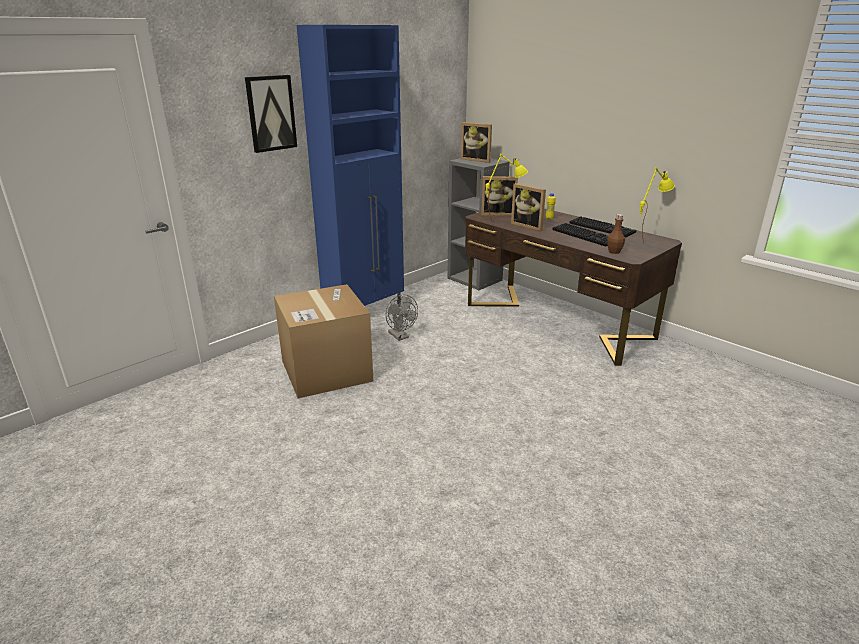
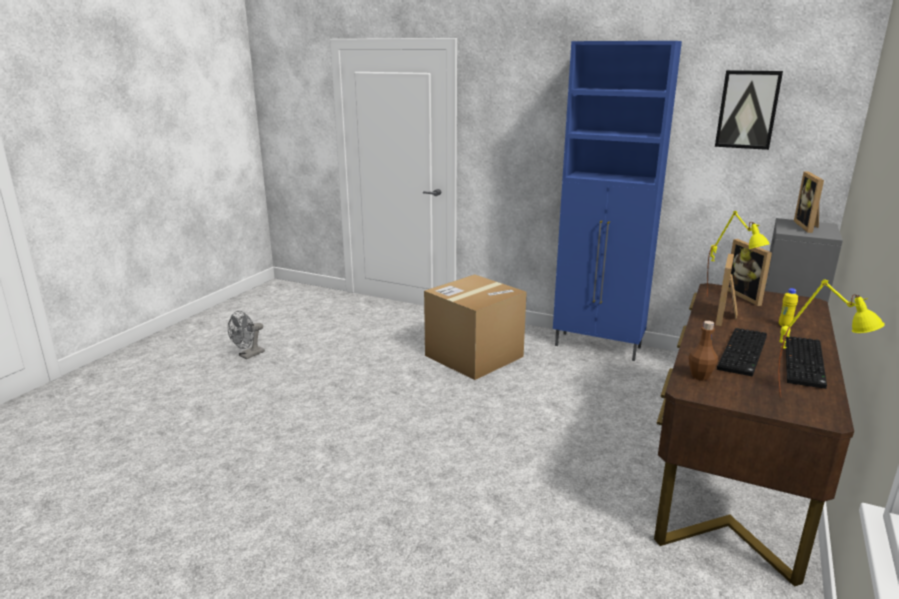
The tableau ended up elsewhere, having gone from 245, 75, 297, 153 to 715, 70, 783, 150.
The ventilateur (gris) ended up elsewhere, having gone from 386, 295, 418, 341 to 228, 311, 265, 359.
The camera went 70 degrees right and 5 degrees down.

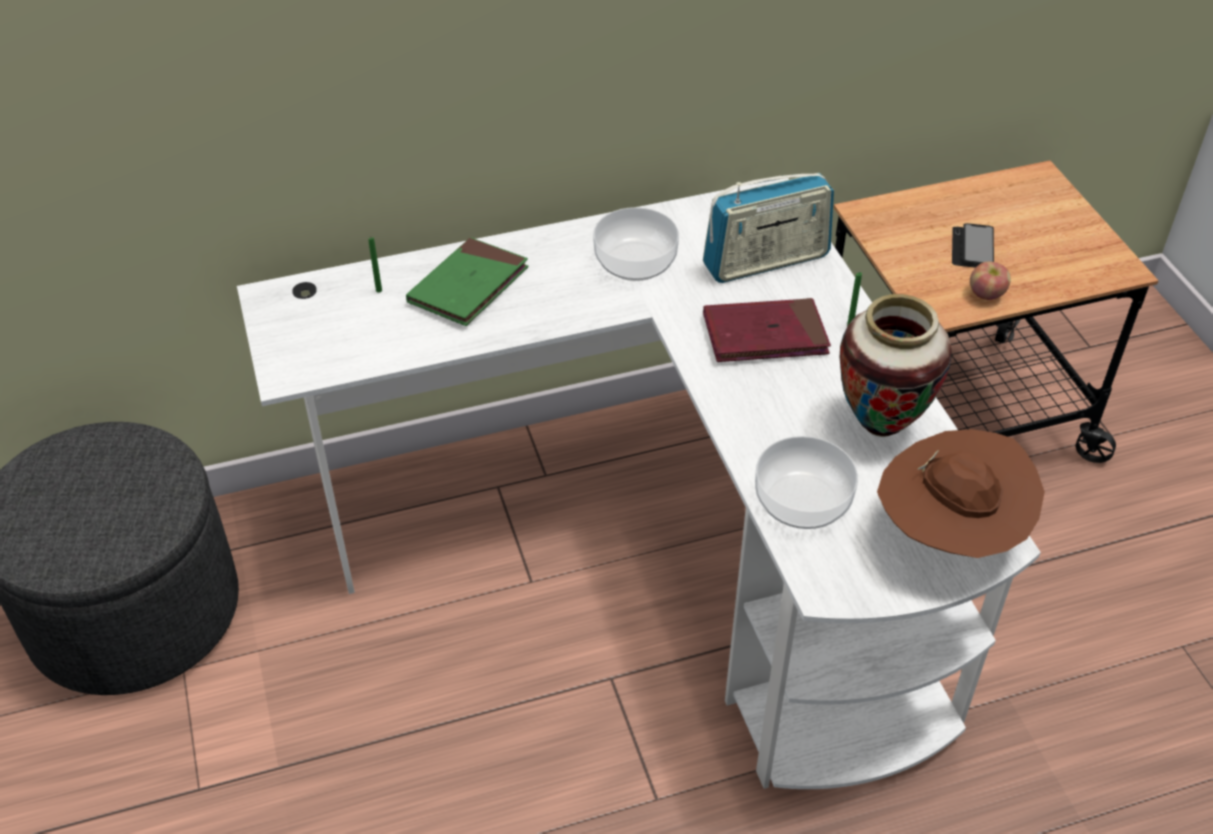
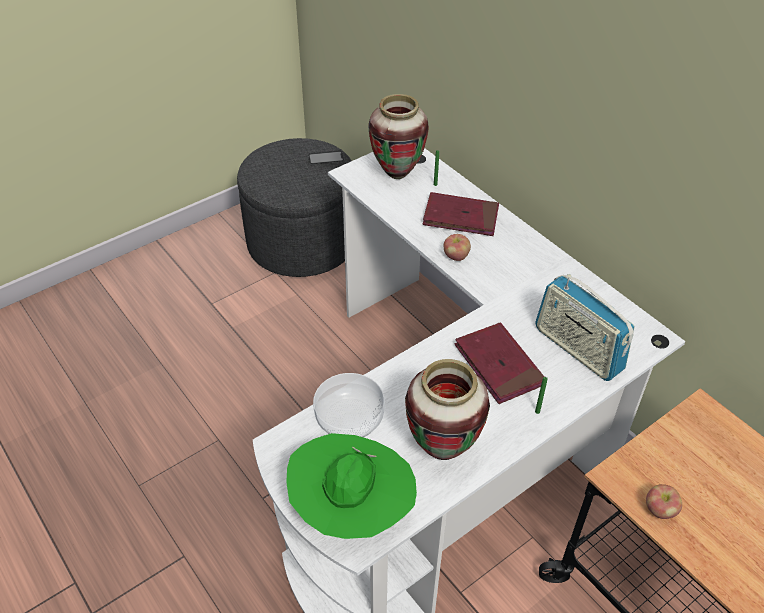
The second view lost the bol at 593, 207, 679, 281.
The second view gained the vase at 369, 94, 429, 179.
The second view gained the pomme at 444, 234, 471, 261.
The téléphone ended up elsewhere, having gone from 952, 223, 994, 268 to 308, 150, 344, 164.
What was the livre (vert) at 406, 238, 529, 326 turned into the livre (rouge) at 423, 192, 499, 236.
What was the chapeau (marron) at 877, 429, 1045, 558 turned into the chapeau (vert) at 286, 433, 417, 539.
The camera went 70 degrees right and 0 degrees up.

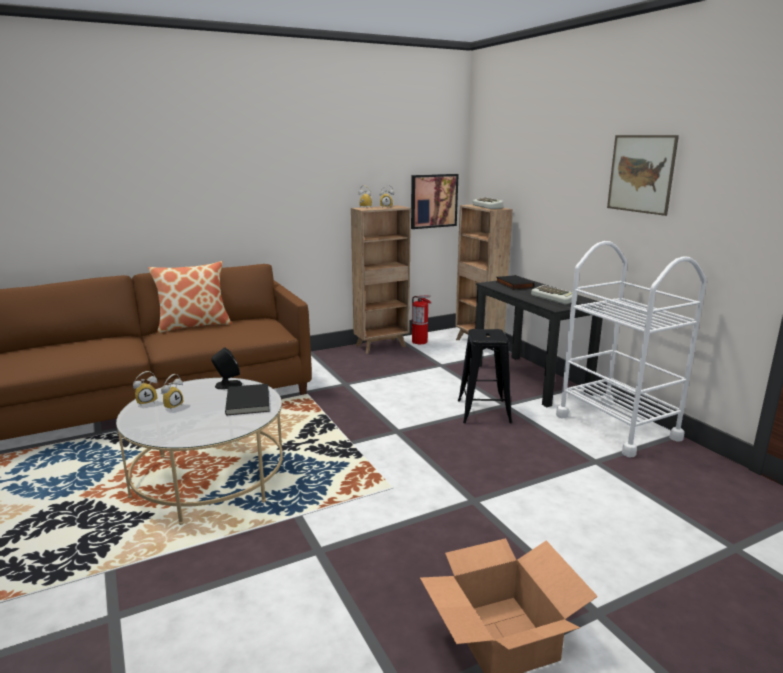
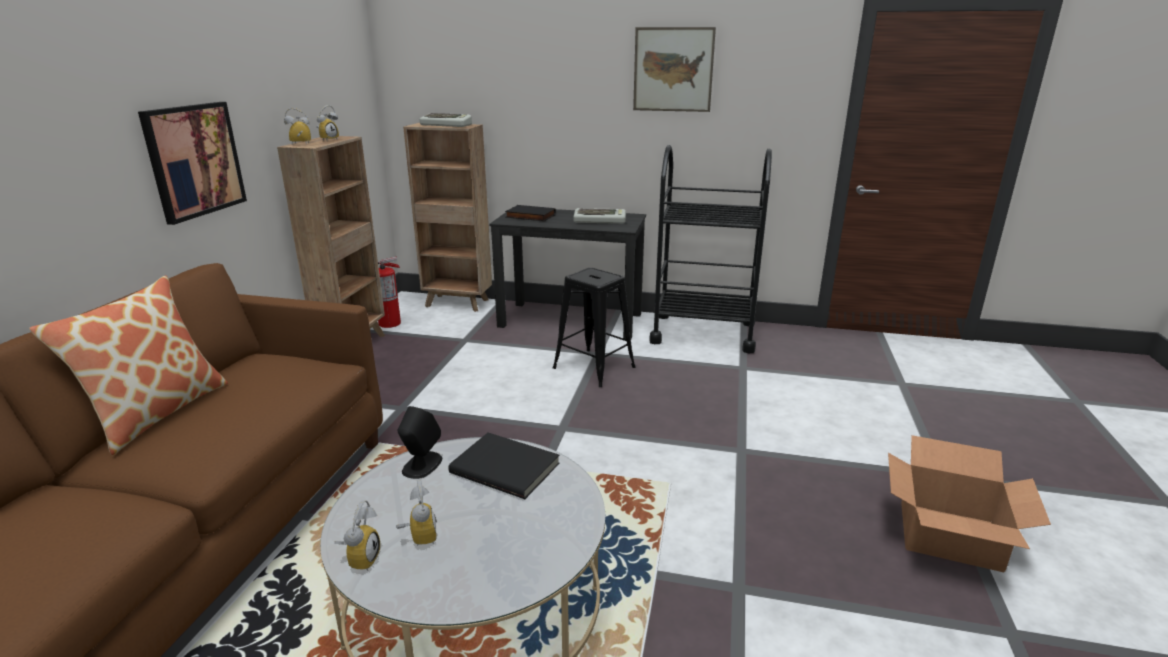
The tableau ended up elsewhere, having gone from 411, 174, 459, 229 to 138, 102, 247, 225.
What was the chariot (blanc) at 556, 241, 707, 458 turned into the chariot (noir) at 649, 145, 772, 353.
The camera went 50 degrees left and 5 degrees up.

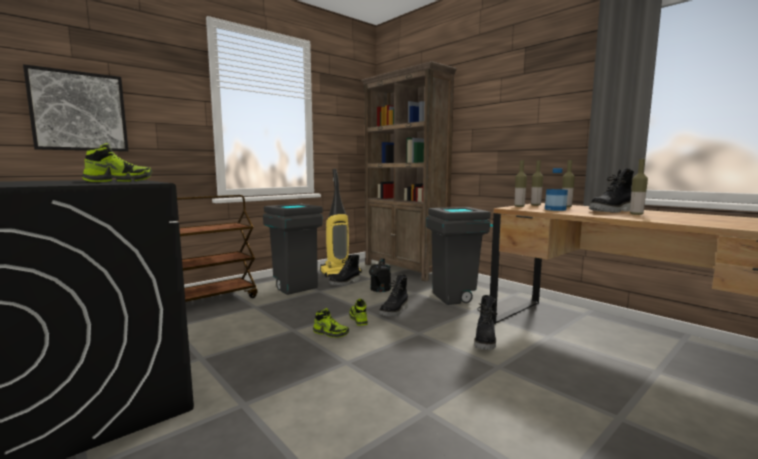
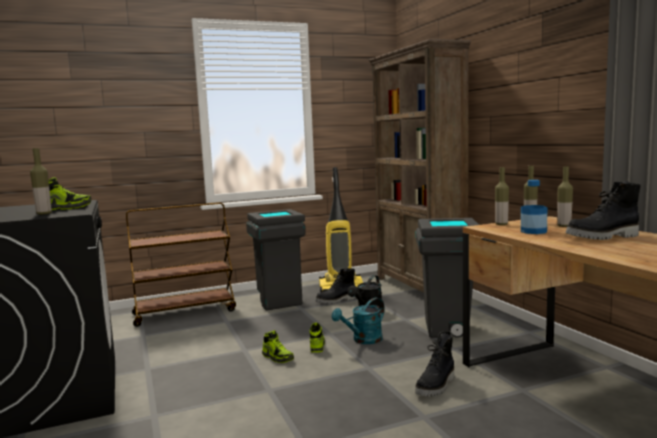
The second view lost the tableau at 23, 64, 128, 152.
The bouteille ended up elsewhere, having gone from 630, 159, 648, 215 to 30, 148, 52, 215.
Where the botte (noir) stood at 379, 275, 408, 317, the arrosoir (turquoise) came to stand at 332, 298, 385, 344.
The camera went 20 degrees right and 0 degrees up.

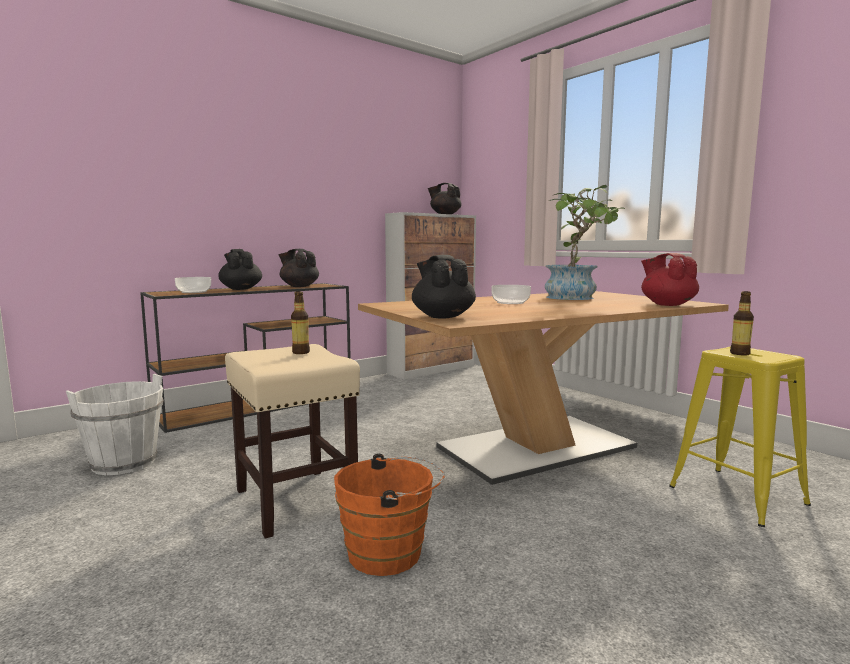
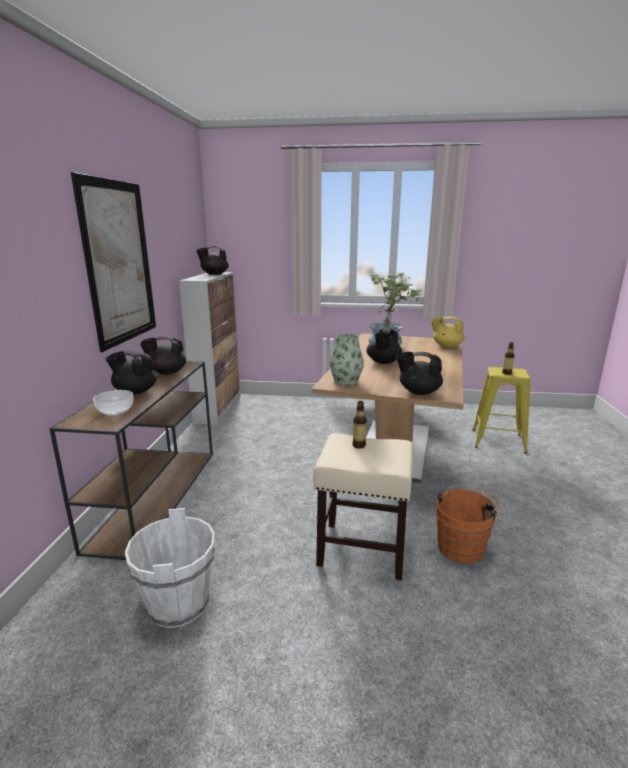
The second view gained the tableau at 71, 172, 156, 352.
The second view gained the vase at 330, 334, 364, 385.
Where the bol stood at 491, 285, 531, 304, the théière (noir) came to stand at 366, 328, 402, 364.
What was the théière (rouge) at 641, 253, 699, 306 turned into the théière (jaune) at 431, 317, 465, 348.
The camera went 45 degrees left and 10 degrees up.

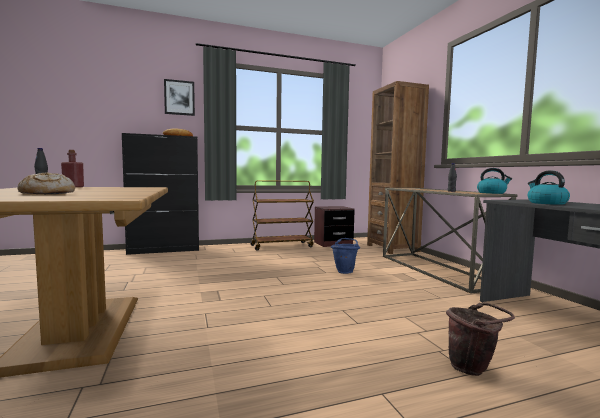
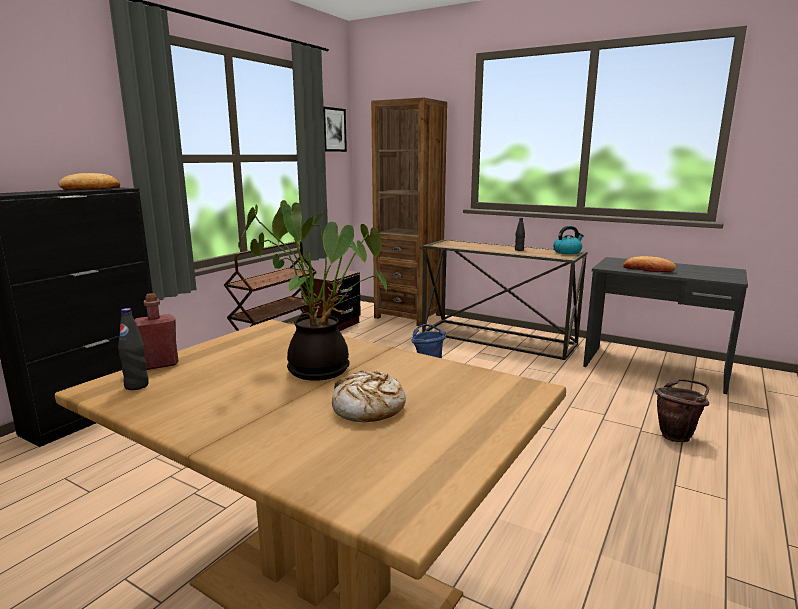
The second view gained the plante en pot at 238, 200, 387, 381.
The tableau ended up elsewhere, having gone from 164, 79, 195, 116 to 323, 106, 347, 152.
Where the bouilloire stood at 528, 171, 570, 205, the pain came to stand at 623, 256, 676, 272.
The camera went 40 degrees left and 10 degrees up.

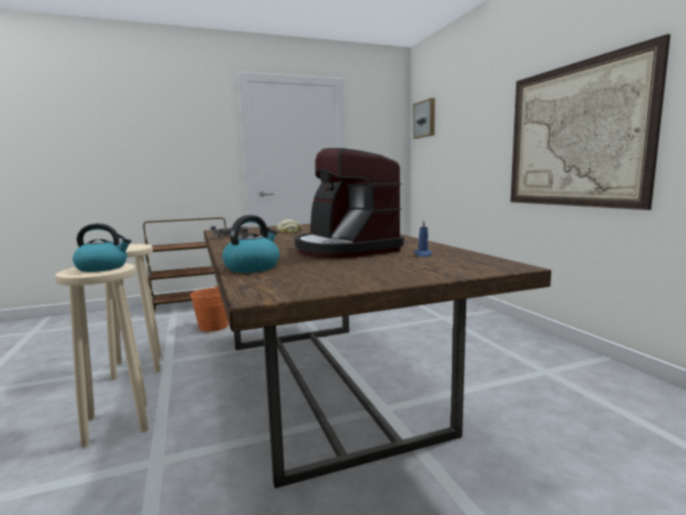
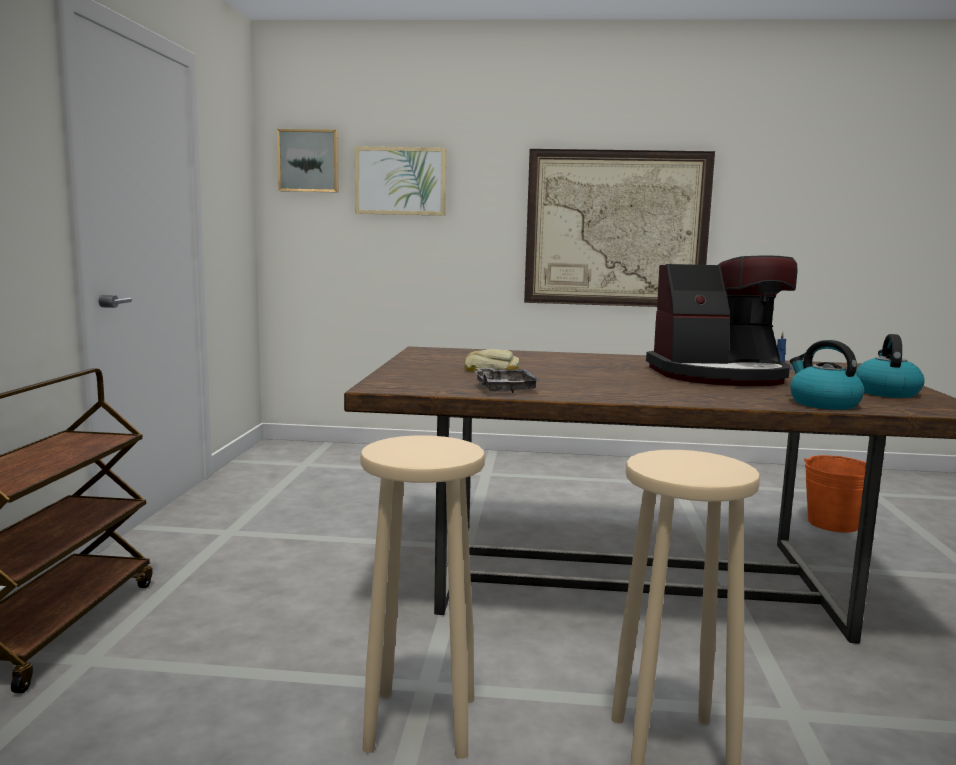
The second view gained the tableau at 355, 146, 446, 216.
The bouilloire ended up elsewhere, having gone from 73, 223, 131, 272 to 855, 334, 925, 398.
The seau (orange) ended up elsewhere, having gone from 190, 285, 228, 332 to 804, 455, 866, 533.
The camera went 65 degrees left and 0 degrees up.

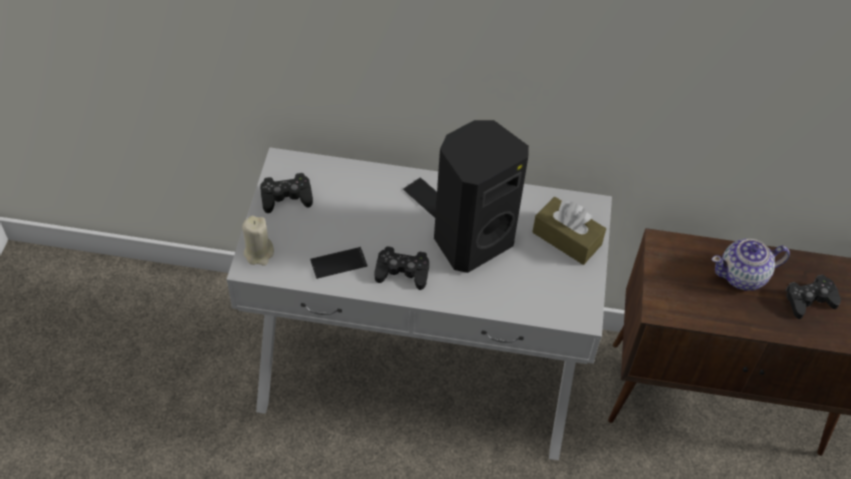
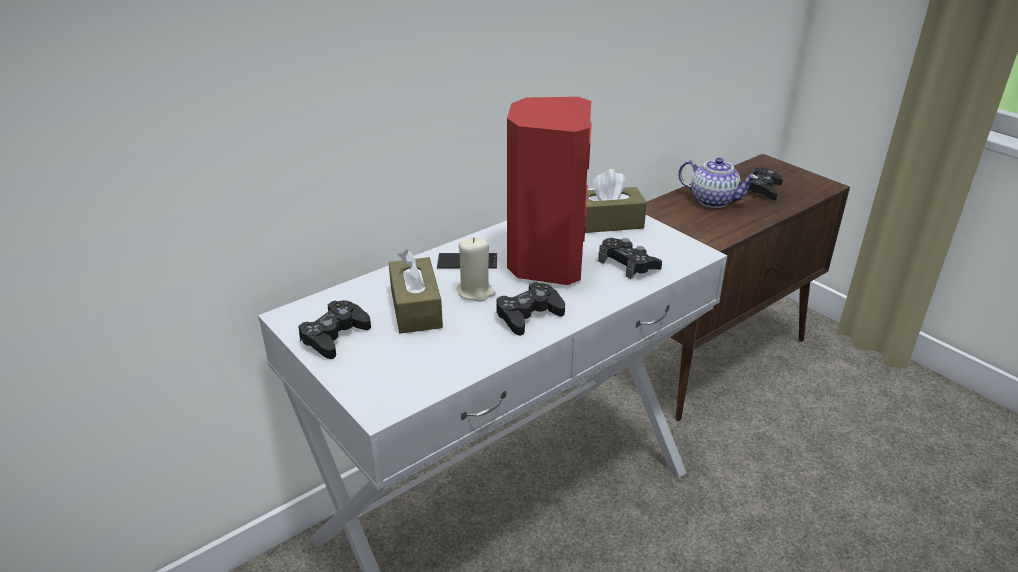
The second view lost the téléphone at 310, 247, 368, 279.
The second view gained the boîte à mouchoirs (marron) at 389, 249, 443, 334.
The second view gained the manette (noir) at 598, 238, 662, 279.
The bougie (beige) ended up elsewhere, having gone from 242, 216, 274, 266 to 457, 237, 496, 302.
What was the enceinte (noir) at 434, 120, 529, 273 turned into the enceinte (rouge) at 507, 97, 592, 285.
The théière at 712, 239, 790, 291 ended up facing another way, 90 degrees counterclockwise from before.
The camera went 45 degrees left and 20 degrees down.

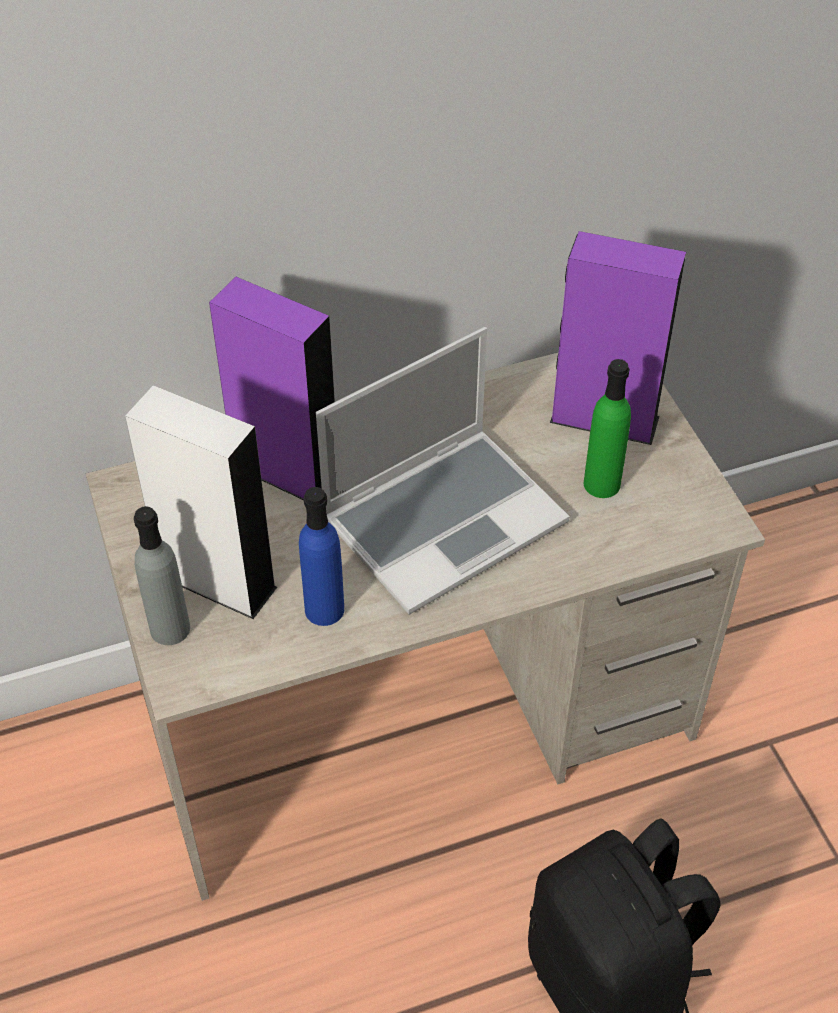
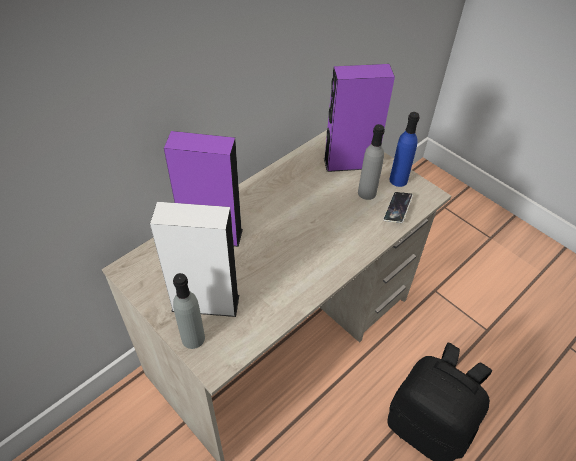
The second view lost the ordinateur portable at 316, 327, 570, 615.
The second view gained the téléphone at 383, 192, 413, 223.
The bouteille (bleu) ended up elsewhere, having gone from 299, 487, 344, 626 to 389, 112, 420, 187.
What was the bouteille (vert) at 584, 359, 631, 498 turned into the bouteille (gris) at 358, 124, 385, 200.
The camera went 25 degrees left and 0 degrees up.

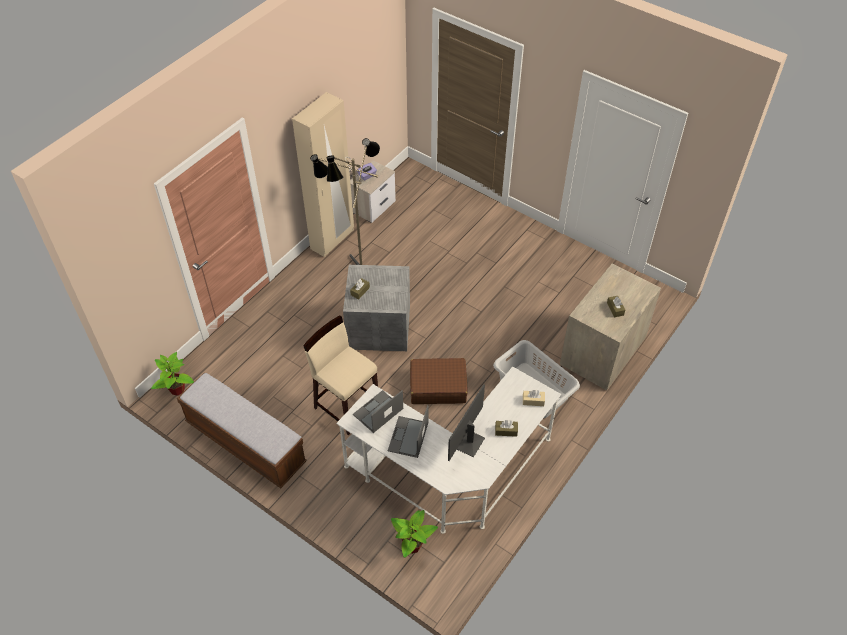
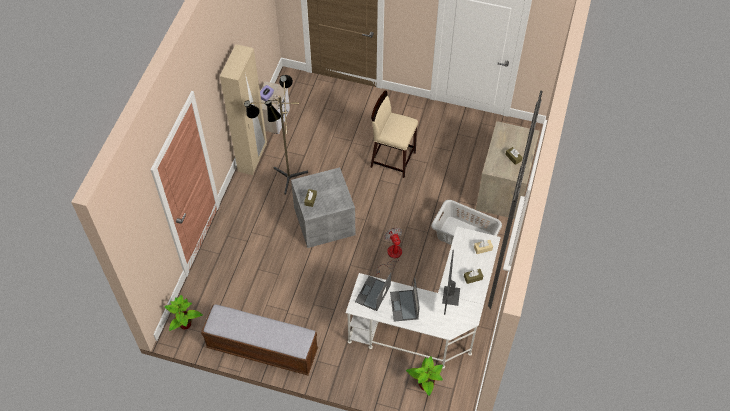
The tabouret (beige) ended up elsewhere, having gone from 303, 315, 378, 435 to 371, 91, 418, 178.
Where the valise (marron) stood at 410, 358, 467, 404, the ventilateur came to stand at 376, 228, 402, 275.
The camera went 20 degrees left and 5 degrees up.

